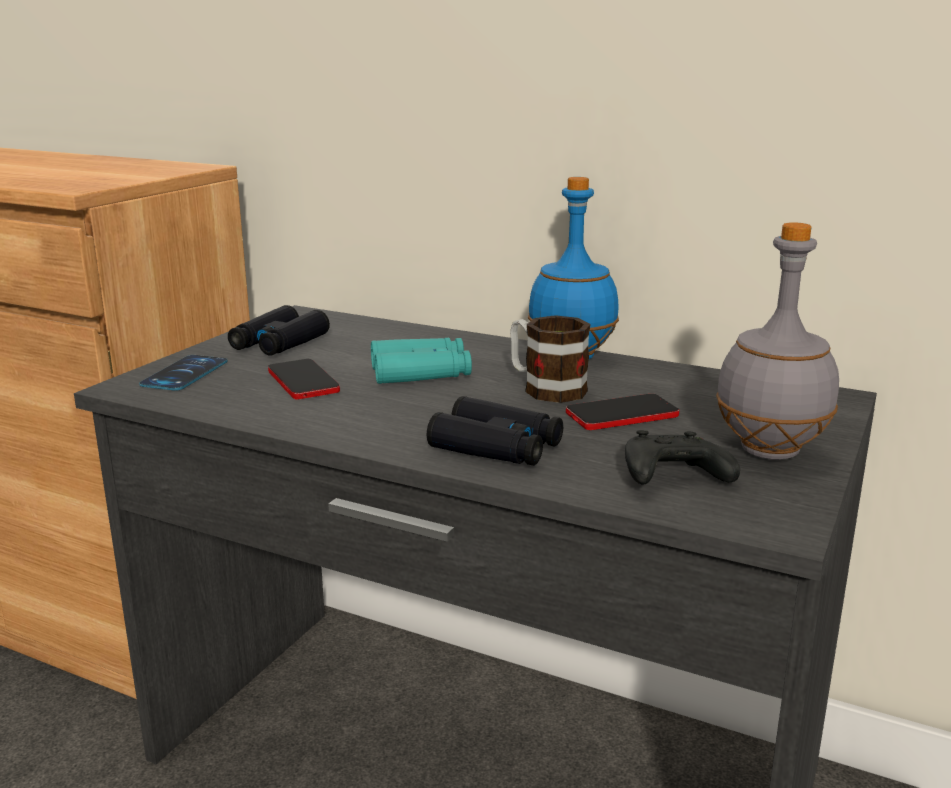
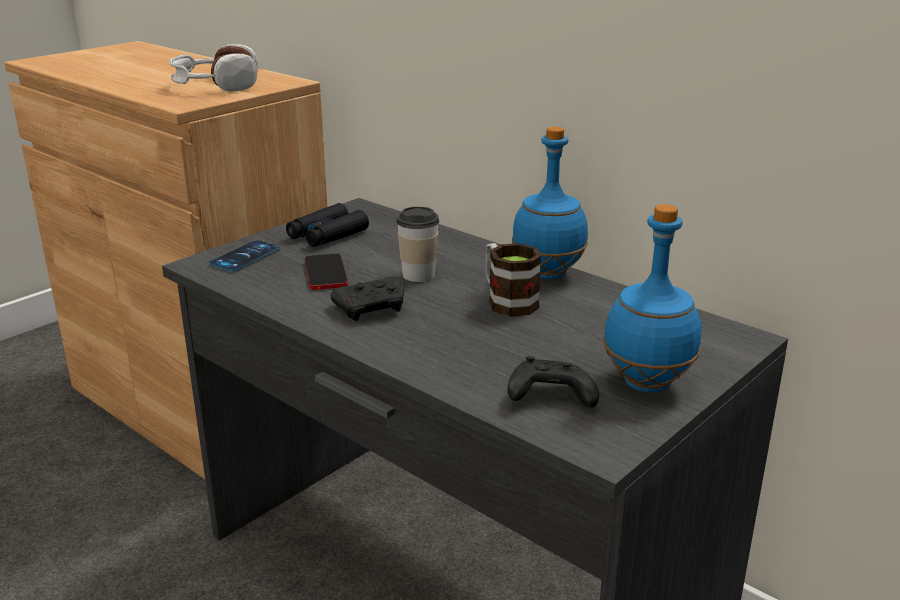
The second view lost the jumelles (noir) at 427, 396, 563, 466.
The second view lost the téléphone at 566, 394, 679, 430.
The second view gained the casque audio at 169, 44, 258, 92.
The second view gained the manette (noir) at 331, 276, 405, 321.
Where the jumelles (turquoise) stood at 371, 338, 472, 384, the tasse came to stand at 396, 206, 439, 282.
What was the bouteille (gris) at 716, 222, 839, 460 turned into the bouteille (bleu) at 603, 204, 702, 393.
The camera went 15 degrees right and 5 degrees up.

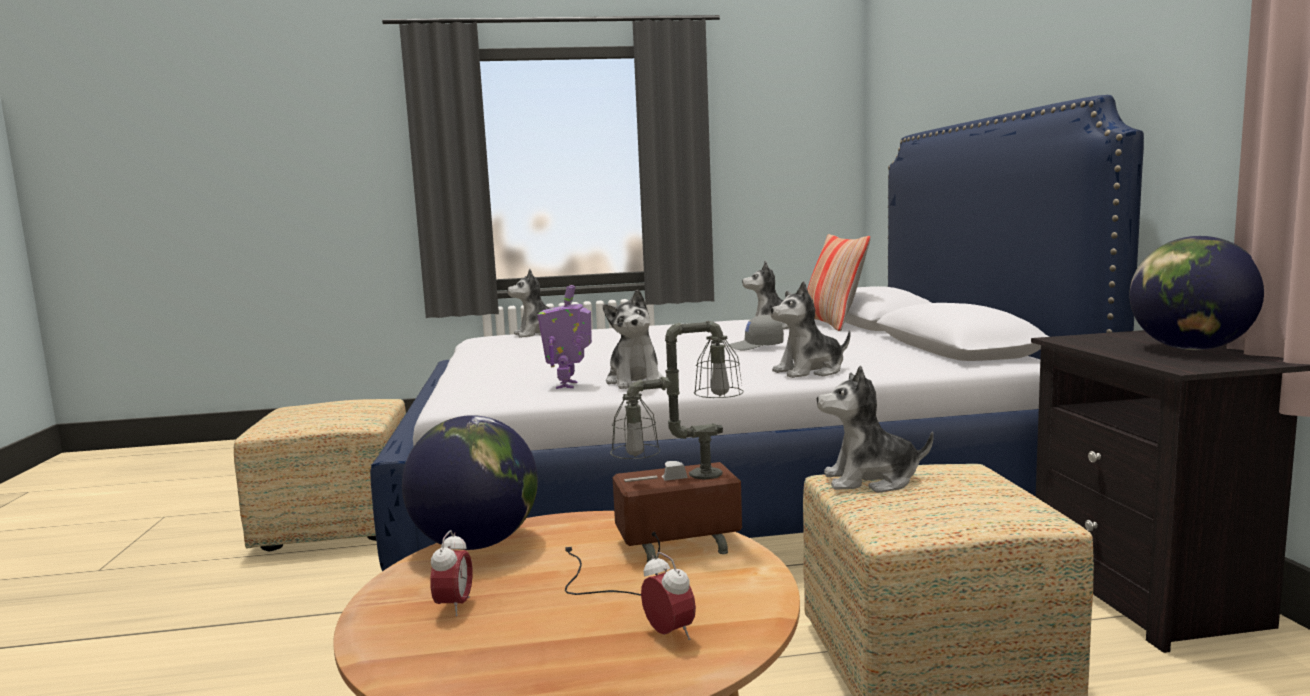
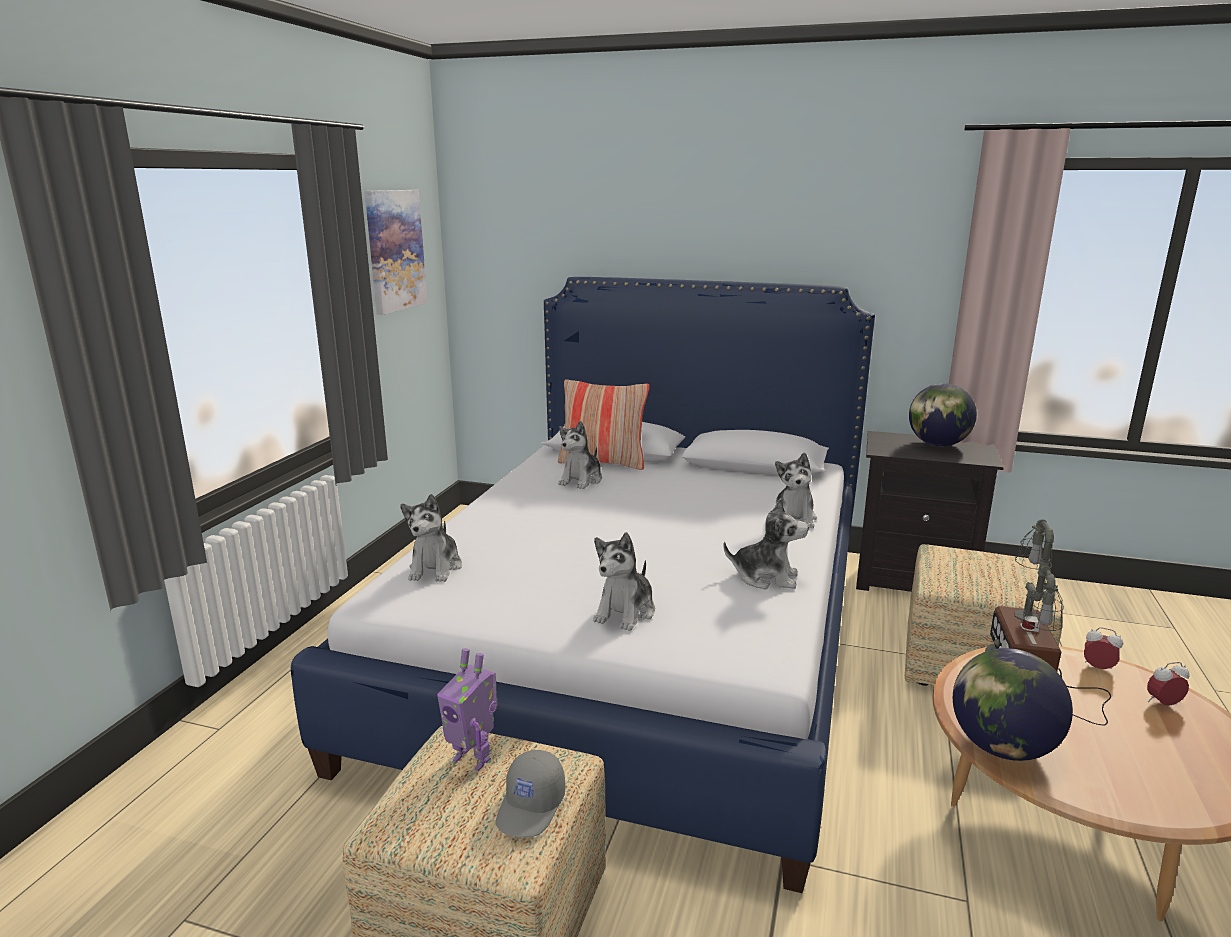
The second view gained the tableau at 365, 190, 427, 315.
The réveil ended up elsewhere, having gone from 430, 530, 473, 616 to 1084, 627, 1123, 669.
The robot jouet ended up elsewhere, having gone from 538, 285, 592, 389 to 437, 648, 497, 771.
The casquette (gris) ended up elsewhere, having gone from 727, 315, 784, 350 to 496, 750, 565, 837.
The peluche ended up elsewhere, having gone from 817, 366, 934, 493 to 593, 532, 655, 631.
The camera went 65 degrees left and 10 degrees up.

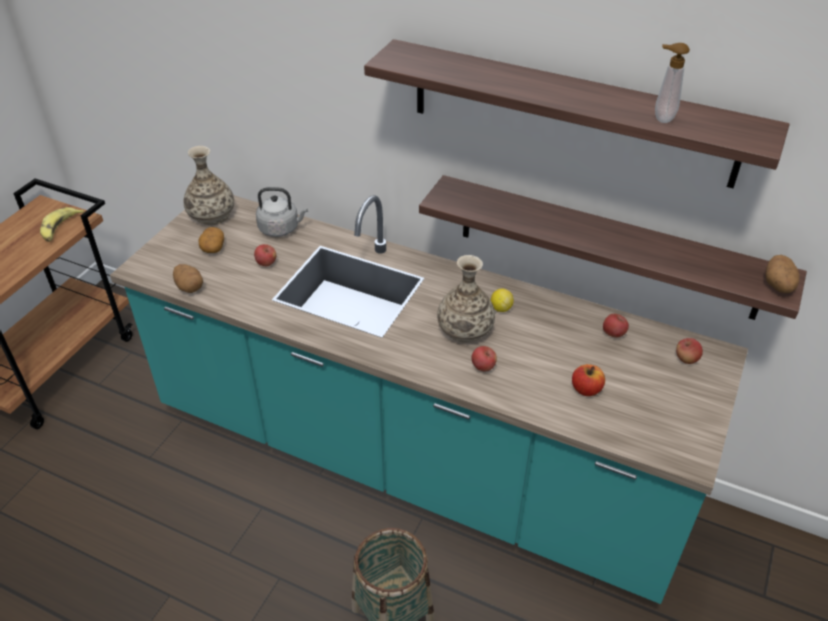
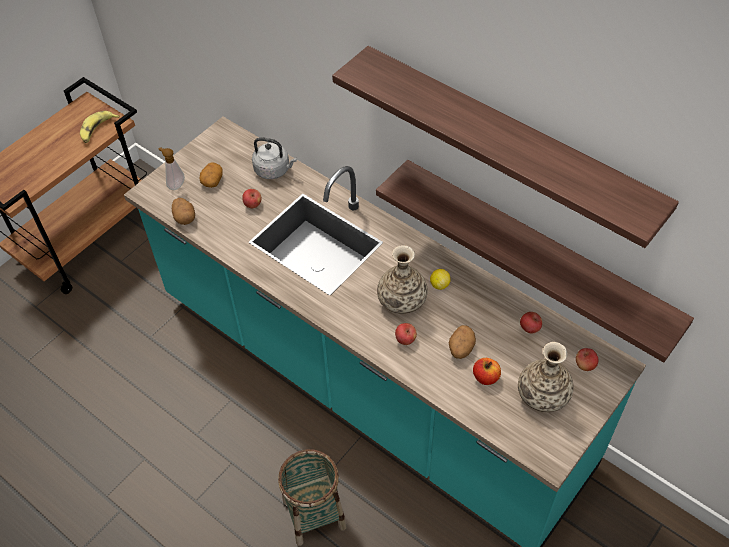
The vase ended up elsewhere, having gone from 183, 146, 234, 225 to 518, 342, 574, 412.
The distributeur de savon ended up elsewhere, having gone from 655, 43, 690, 123 to 159, 147, 185, 190.
The pomme de terre ended up elsewhere, having gone from 766, 255, 800, 293 to 449, 325, 476, 359.
The camera went 15 degrees right and 10 degrees up.

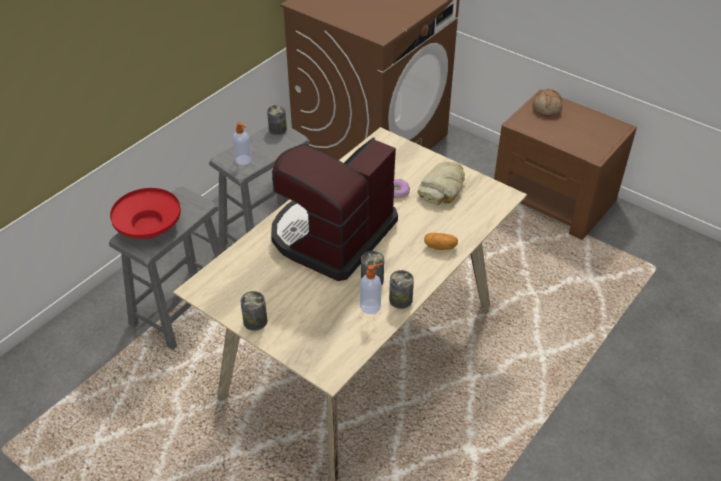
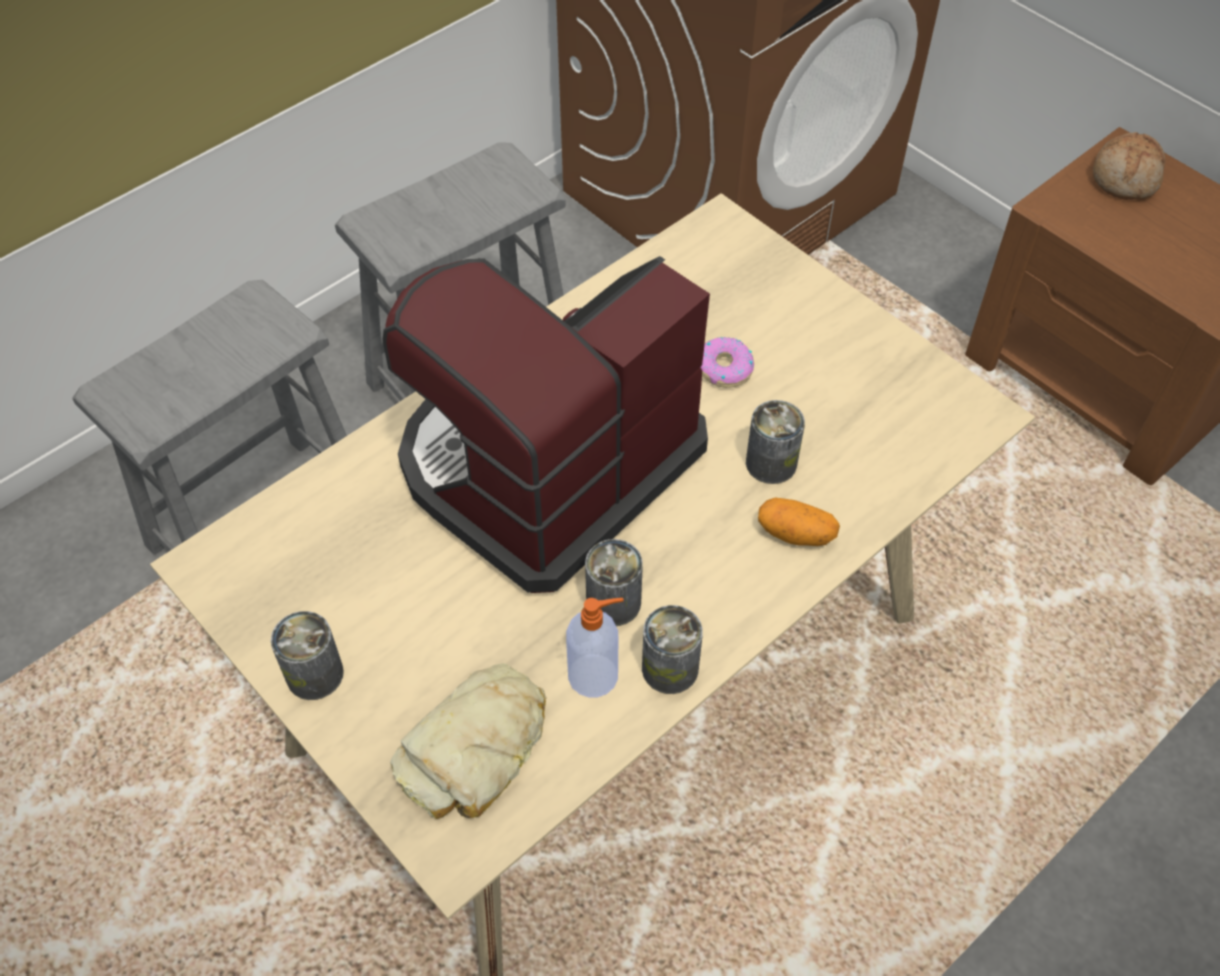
The second view lost the bol (rouge) at 110, 188, 181, 239.
The second view lost the distributeur de savon at 232, 122, 252, 165.
The boîte métallique ended up elsewhere, having gone from 267, 105, 287, 135 to 746, 400, 805, 484.
The pain ended up elsewhere, having gone from 417, 162, 465, 205 to 390, 663, 547, 819.
The camera went 10 degrees right and 10 degrees up.

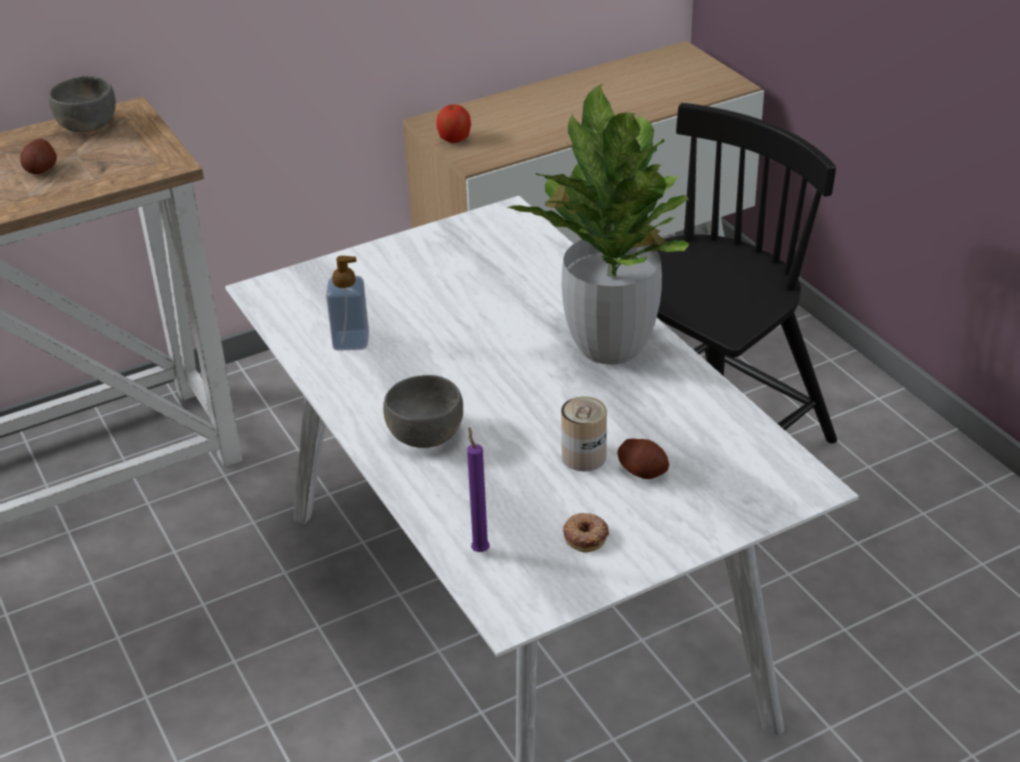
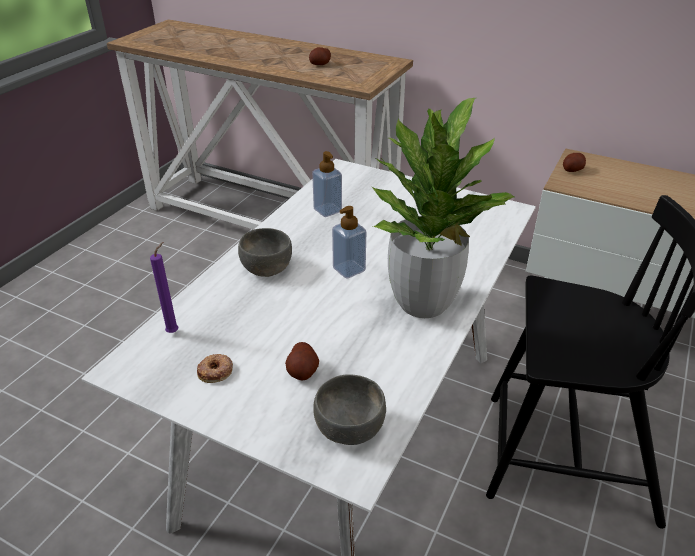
The second view lost the boîte métallique at 561, 396, 607, 471.
The second view gained the distributeur de savon at 332, 206, 366, 279.
The bol (gris) ended up elsewhere, having gone from 49, 76, 116, 132 to 313, 374, 386, 445.
Where the pomme stood at 437, 104, 471, 143, the pomme de terre came to stand at 563, 153, 586, 172.
The camera went 55 degrees right and 0 degrees up.

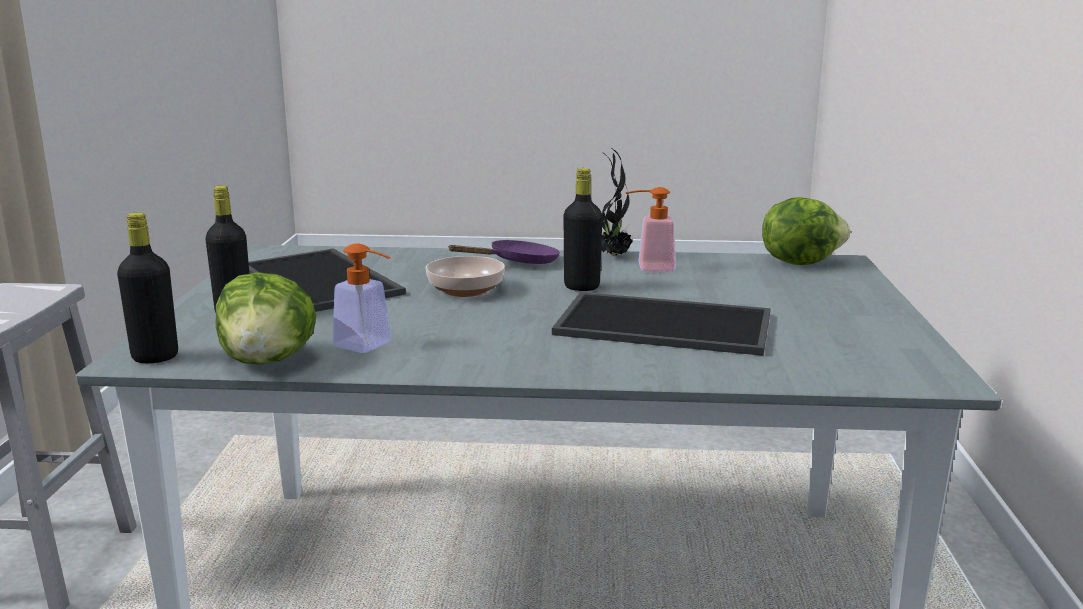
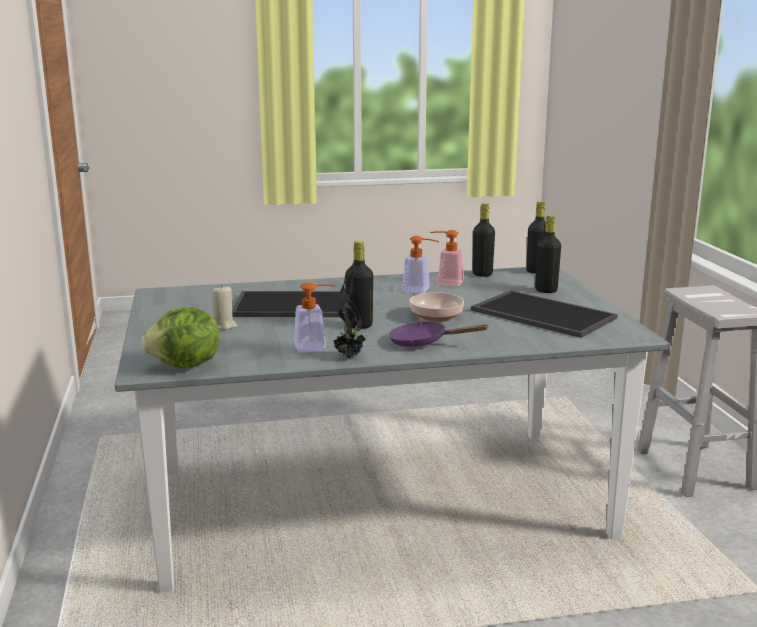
The second view gained the bougie (beige) at 212, 285, 237, 330.
The second view gained the distributeur de savon at 402, 236, 439, 294.
Where the laitue stood at 216, 272, 317, 365, the bouteille (noir) came to stand at 472, 203, 495, 277.
The poêle (violet) at 448, 240, 560, 264 ended up facing another way, 60 degrees clockwise from before.
The camera went 165 degrees right and 0 degrees up.

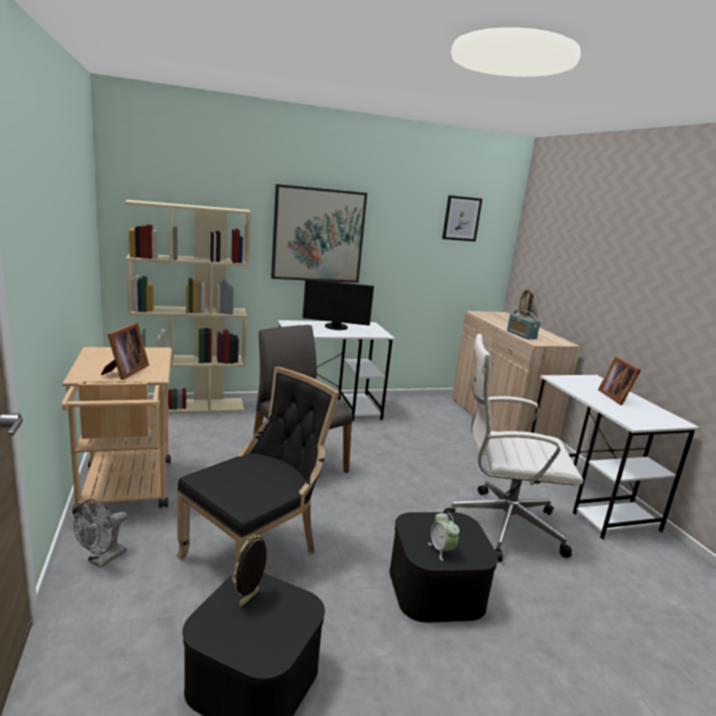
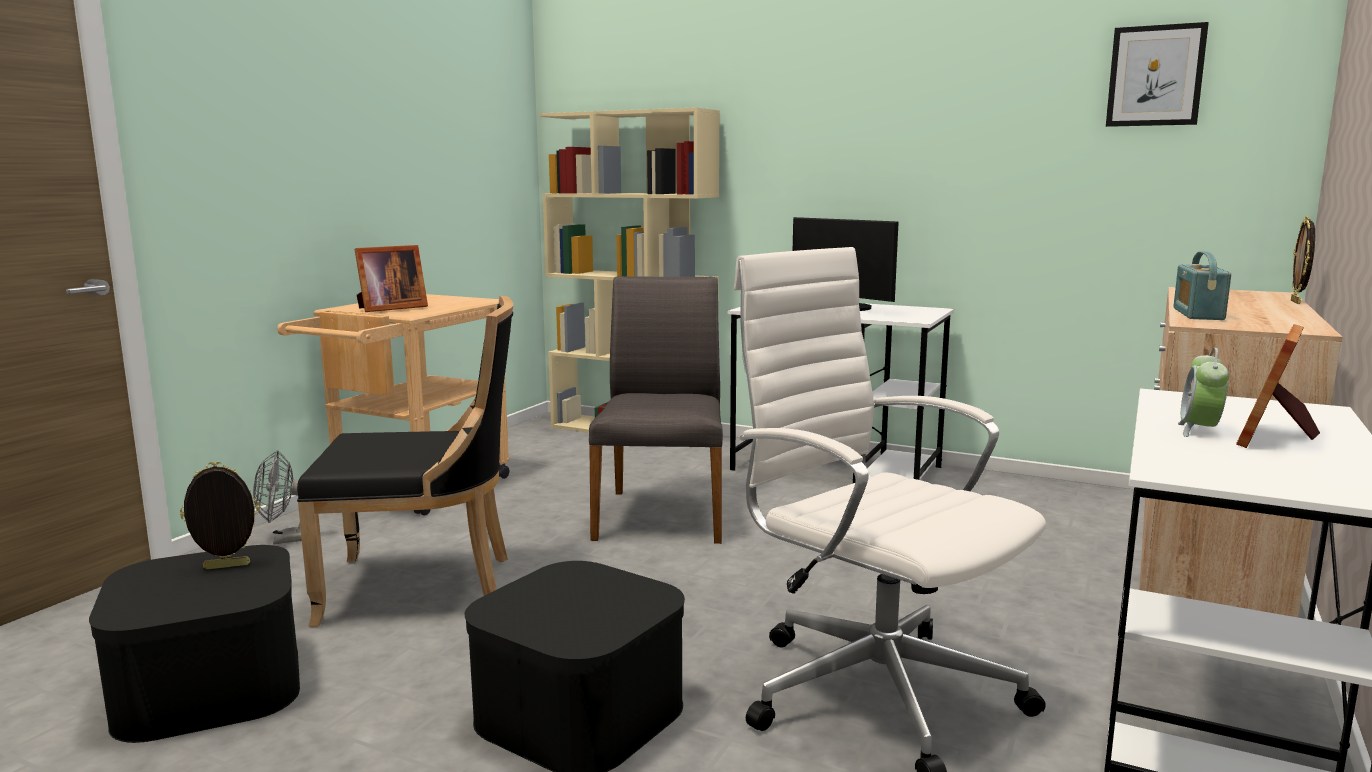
The second view lost the tableau at 271, 184, 367, 283.
The réveil ended up elsewhere, having gone from 428, 512, 460, 561 to 1178, 348, 1229, 437.
The camera went 45 degrees right and 5 degrees down.

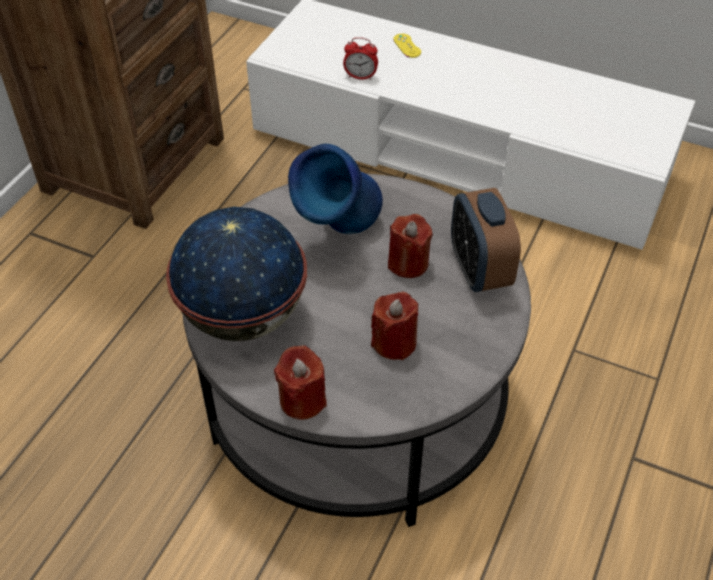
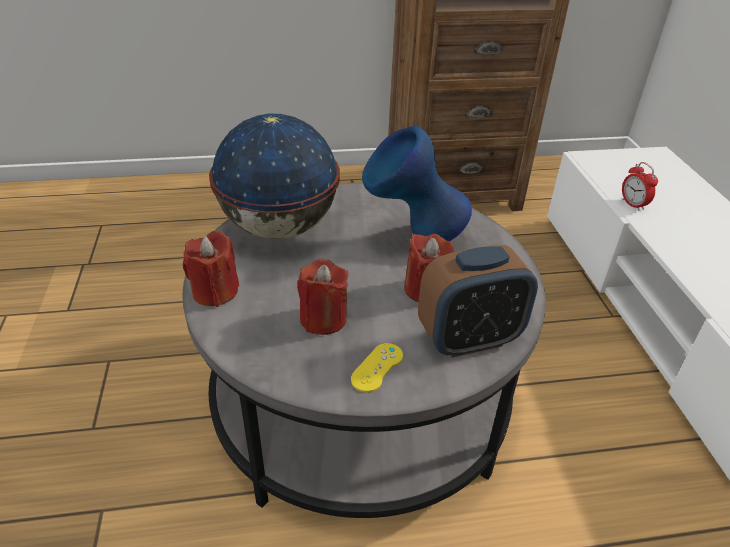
The manette (jaune) ended up elsewhere, having gone from 393, 34, 421, 58 to 350, 343, 403, 392.
The réveil at 451, 188, 521, 292 ended up facing another way, 150 degrees counterclockwise from before.
The camera went 55 degrees right and 10 degrees down.

